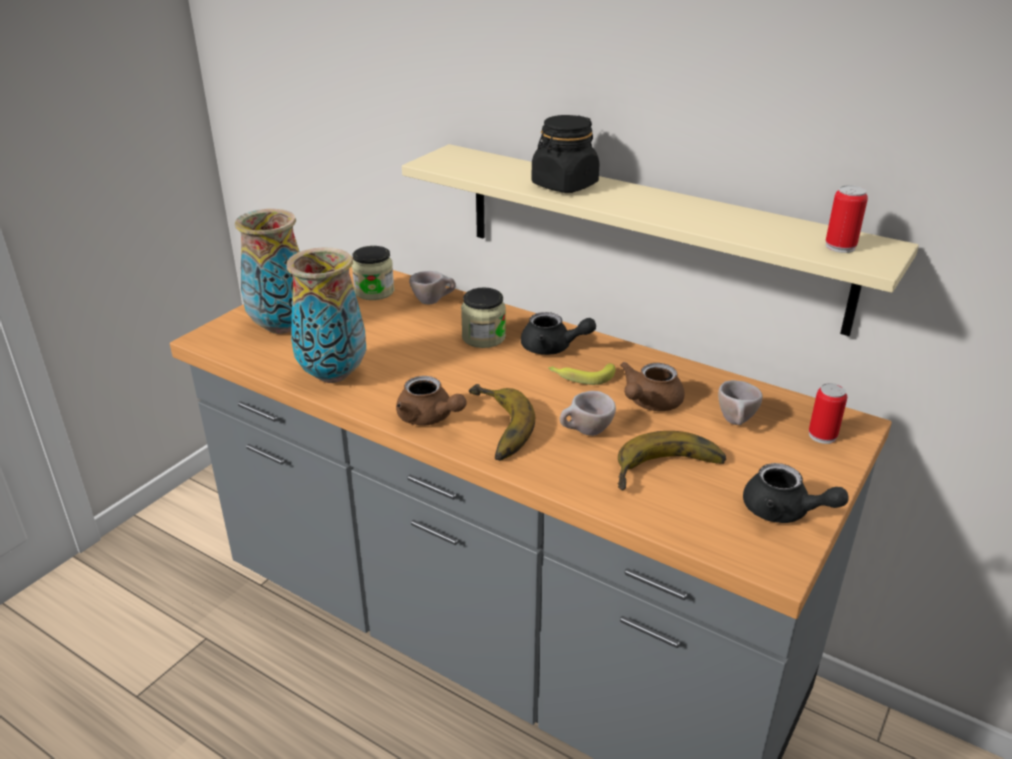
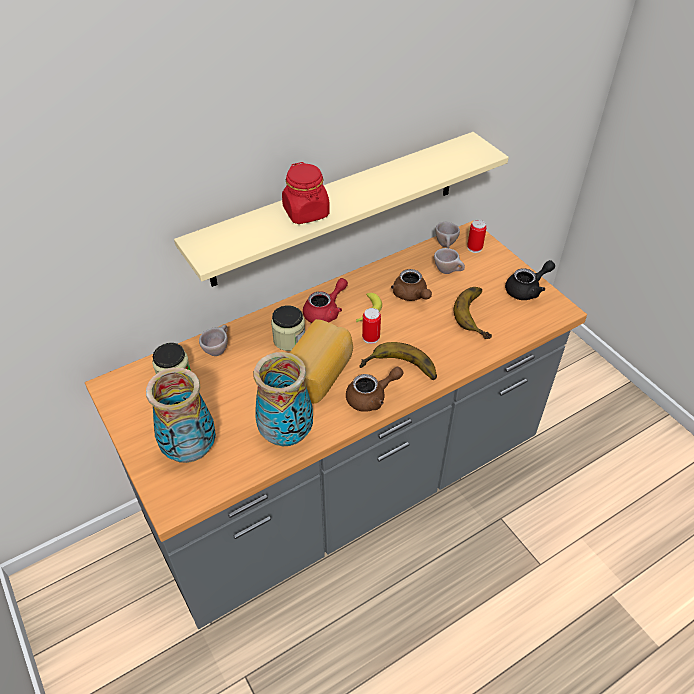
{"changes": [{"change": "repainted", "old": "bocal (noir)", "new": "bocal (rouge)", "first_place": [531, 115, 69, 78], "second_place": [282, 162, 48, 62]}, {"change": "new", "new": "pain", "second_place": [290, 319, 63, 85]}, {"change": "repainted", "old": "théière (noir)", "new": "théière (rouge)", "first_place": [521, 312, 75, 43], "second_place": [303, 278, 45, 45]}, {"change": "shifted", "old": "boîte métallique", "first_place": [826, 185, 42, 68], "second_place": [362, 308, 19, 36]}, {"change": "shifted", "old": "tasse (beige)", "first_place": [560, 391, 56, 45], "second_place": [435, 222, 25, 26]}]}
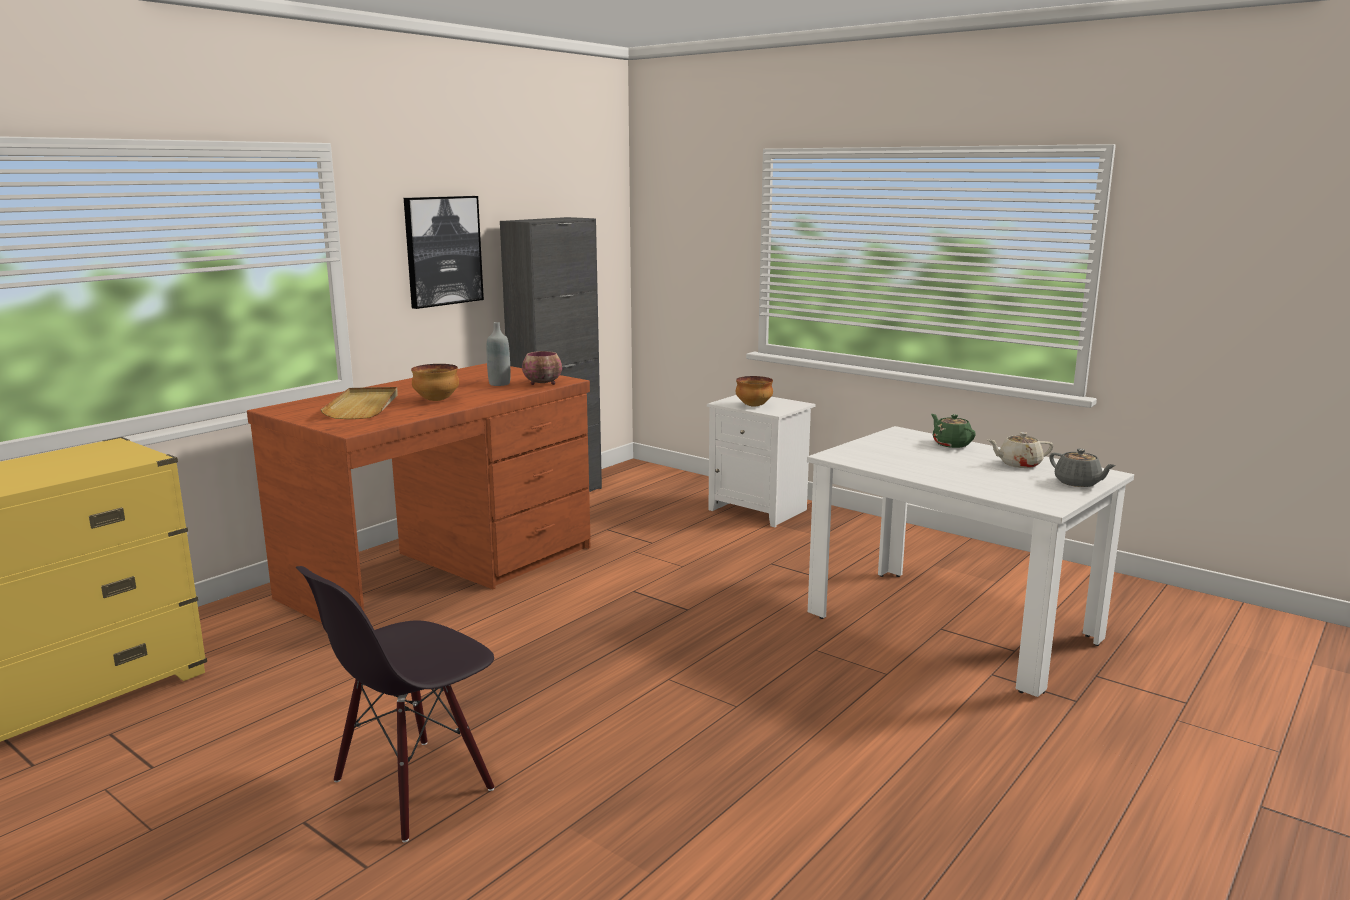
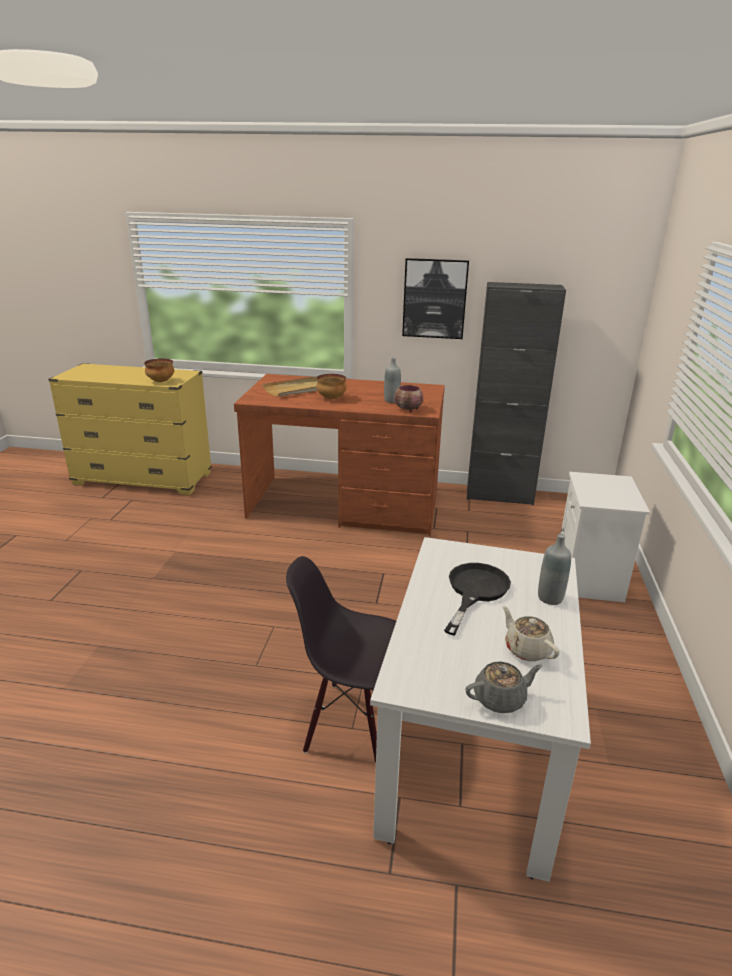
{"changes": [{"change": "shifted", "old": "bol", "first_place": [736, 376, 37, 31], "second_place": [144, 358, 30, 24]}, {"change": "shifted", "old": "chaise (noir)", "first_place": [296, 566, 198, 276], "second_place": [286, 556, 110, 207]}, {"change": "new", "new": "poêle (noir)", "second_place": [444, 563, 67, 73]}, {"change": "rotated", "old": "théière (gris)", "first_place": [1049, 449, 67, 38], "second_place": [465, 661, 77, 52], "degrees": -135}, {"change": "swapped", "old": "théière (vert)", "new": "bouteille (gris)", "first_place": [931, 414, 45, 34], "second_place": [538, 534, 33, 71]}]}
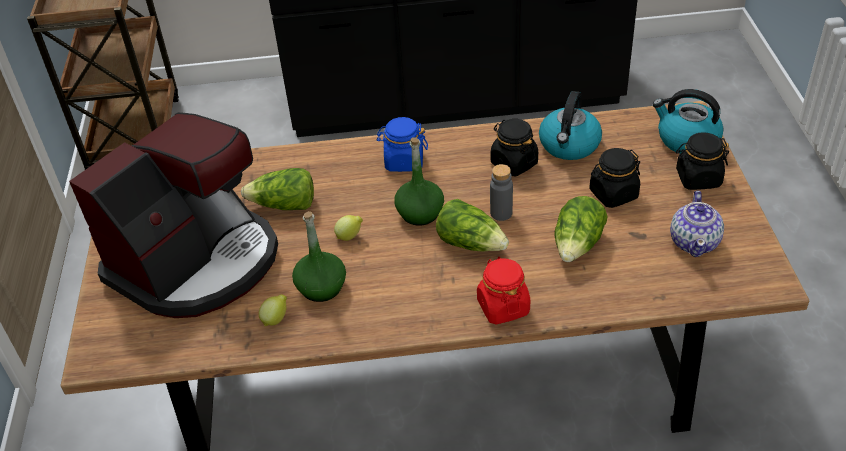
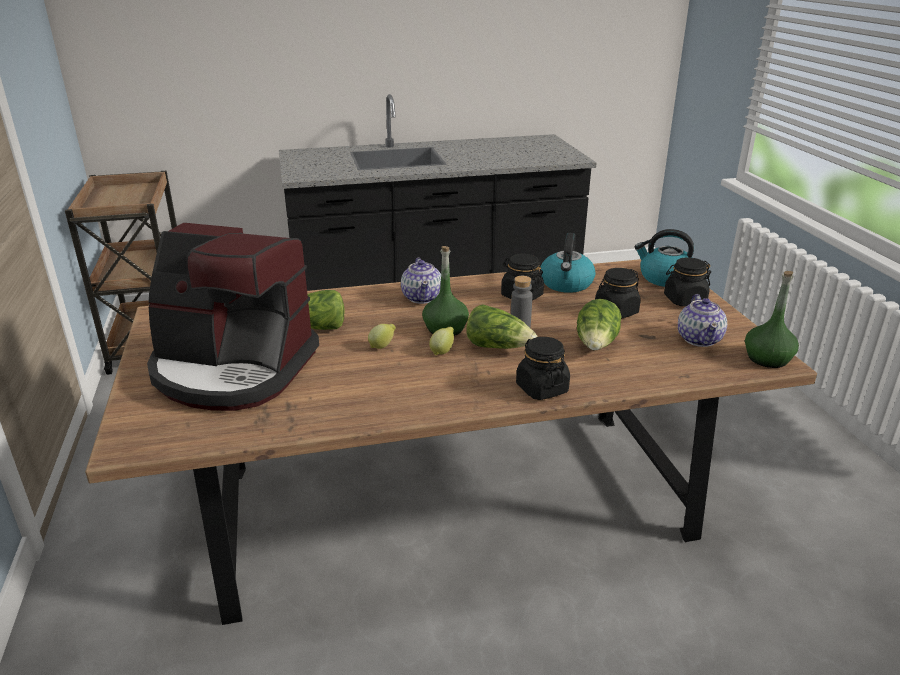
{"changes": [{"change": "rotated", "old": "machine à café", "first_place": [69, 112, 209, 206], "second_place": [147, 223, 172, 188], "degrees": 75}, {"change": "swapped", "old": "bocal (bleu)", "new": "théière", "first_place": [376, 117, 52, 55], "second_place": [401, 258, 40, 46]}, {"change": "shifted", "old": "citron", "first_place": [259, 294, 28, 32], "second_place": [429, 327, 25, 28]}, {"change": "repainted", "old": "bocal (rouge)", "new": "bocal (noir)", "first_place": [477, 257, 53, 68], "second_place": [516, 337, 54, 63]}, {"change": "shifted", "old": "bouteille (vert)", "first_place": [292, 211, 54, 91], "second_place": [745, 271, 54, 97]}]}
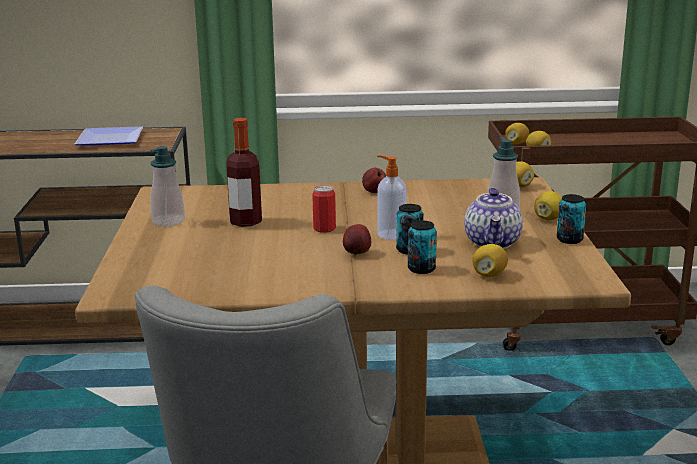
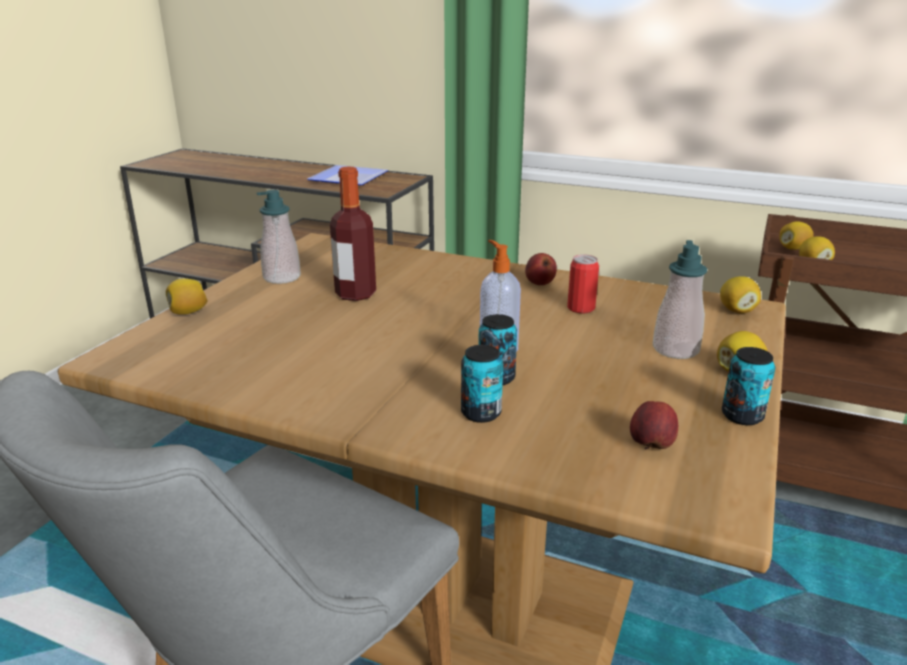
{"changes": [{"change": "shifted", "old": "citron", "first_place": [472, 244, 36, 33], "second_place": [166, 279, 42, 36]}, {"change": "shifted", "old": "boîte métallique", "first_place": [312, 185, 24, 48], "second_place": [567, 254, 32, 60]}, {"change": "shifted", "old": "pomme", "first_place": [343, 224, 28, 31], "second_place": [630, 401, 48, 48]}, {"change": "gone", "old": "théière", "first_place": [464, 188, 59, 61]}]}
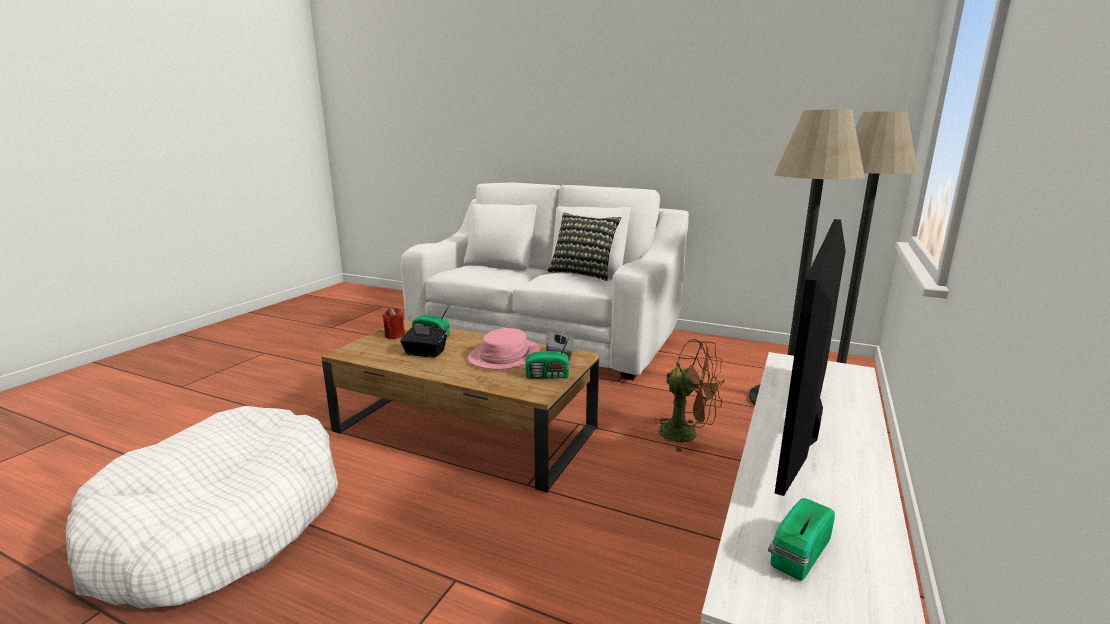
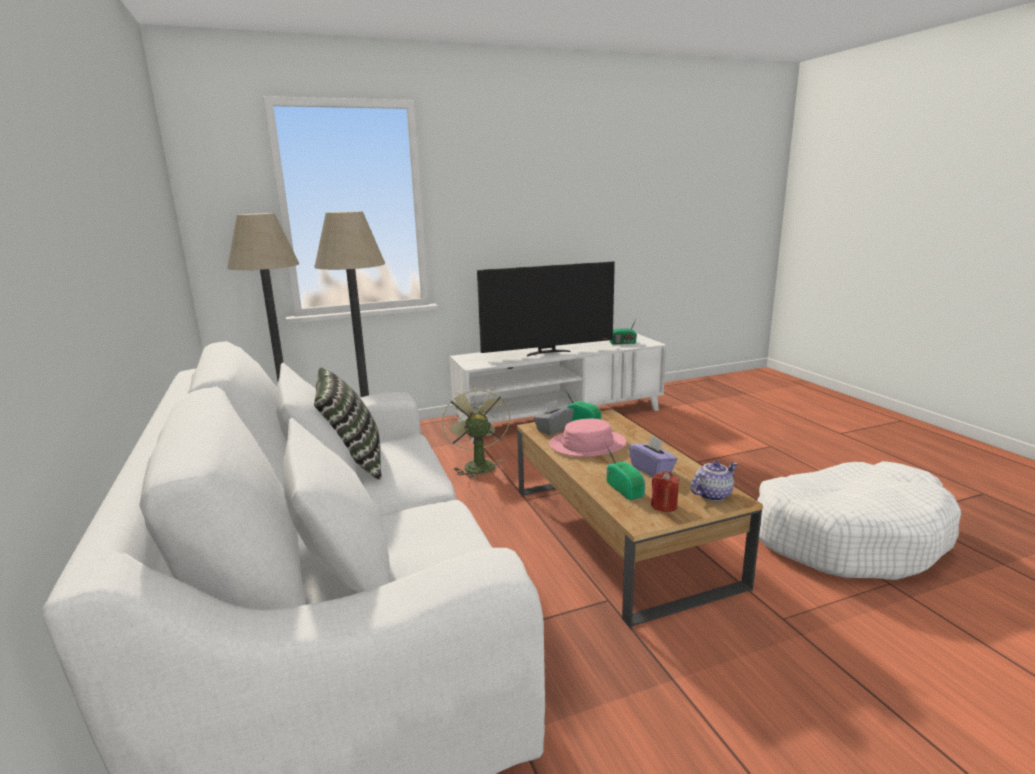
{"changes": [{"change": "repainted", "old": "ventilateur (marron)", "new": "ventilateur (vert)", "first_place": [654, 339, 70, 113], "second_place": [442, 385, 68, 94]}, {"change": "repainted", "old": "boîte à mouchoirs (noir)", "new": "boîte à mouchoirs (violet)", "first_place": [400, 324, 47, 34], "second_place": [629, 435, 48, 42]}, {"change": "new", "new": "théière", "second_place": [690, 461, 47, 40]}]}
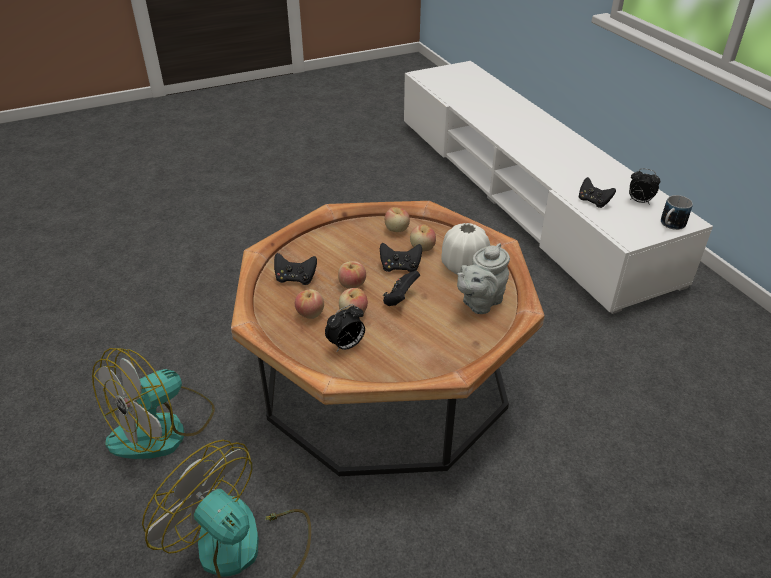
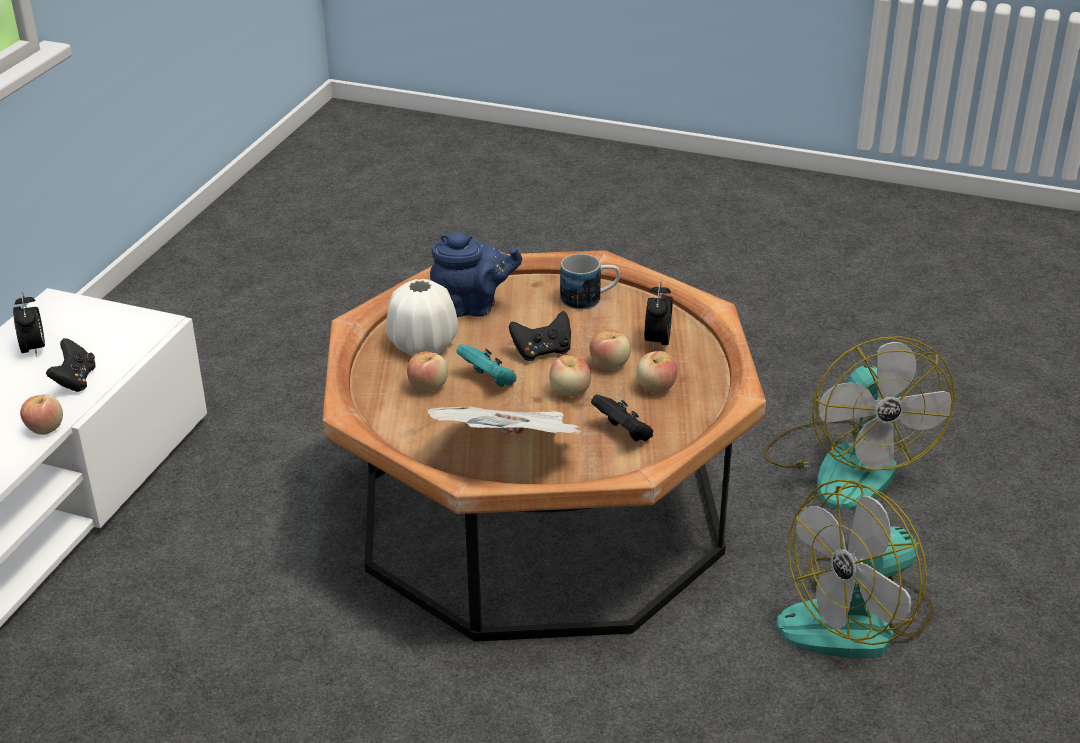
{"changes": [{"change": "shifted", "old": "pomme", "first_place": [385, 207, 25, 25], "second_place": [20, 394, 43, 41]}, {"change": "new", "new": "journal", "second_place": [427, 406, 156, 29]}, {"change": "repainted", "old": "théière (gris)", "new": "théière (bleu)", "first_place": [457, 243, 53, 71], "second_place": [430, 232, 92, 85]}, {"change": "repainted", "old": "manette (noir)", "new": "manette (turquoise)", "first_place": [380, 243, 42, 29], "second_place": [456, 344, 61, 43]}, {"change": "shifted", "old": "mug", "first_place": [661, 195, 32, 35], "second_place": [560, 254, 60, 56]}, {"change": "rotated", "old": "réveil", "first_place": [325, 304, 40, 47], "second_place": [645, 281, 28, 71], "degrees": -90}, {"change": "rotated", "old": "ventilateur", "first_place": [92, 348, 123, 111], "second_place": [776, 479, 158, 179], "degrees": 150}]}
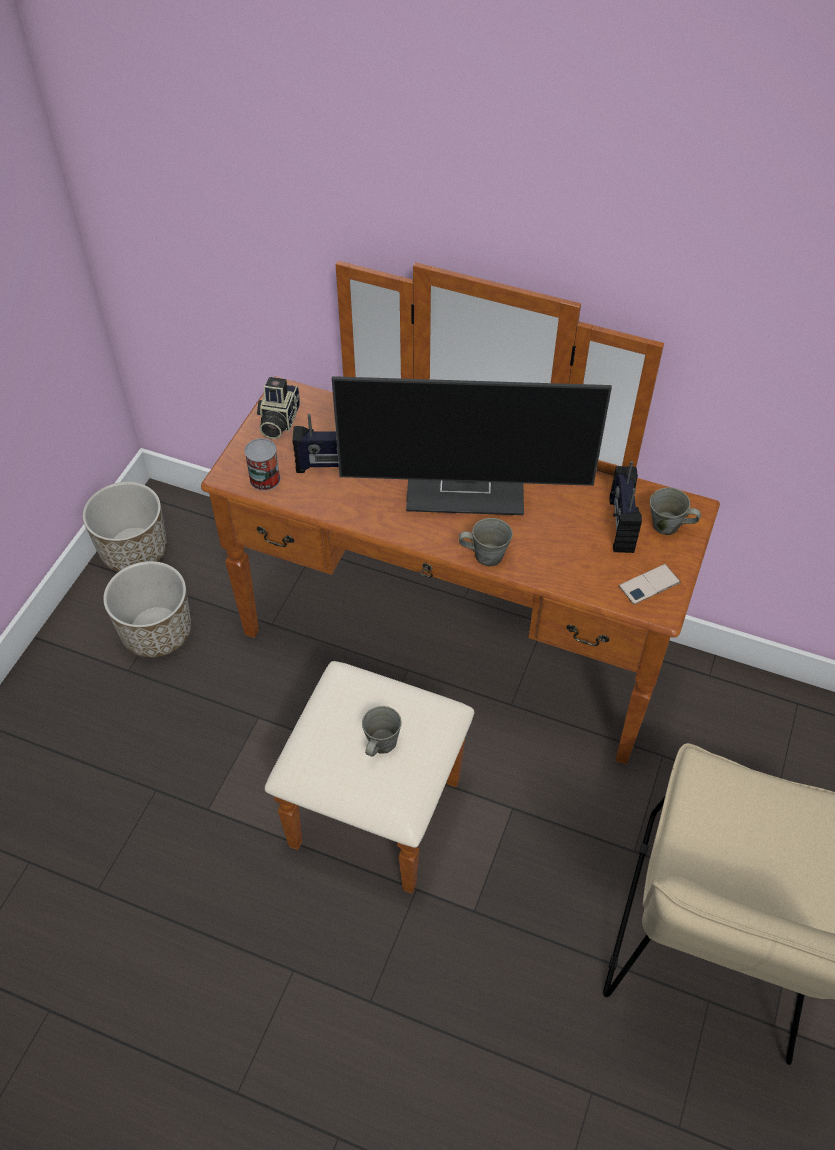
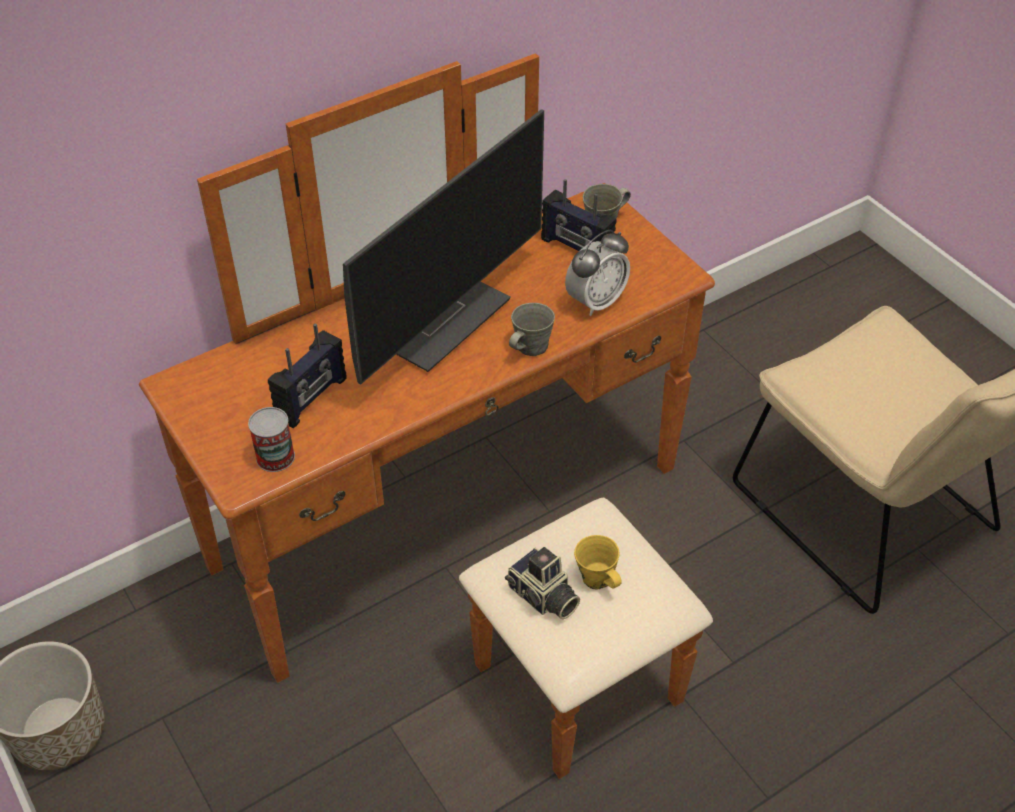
{"changes": [{"change": "shifted", "old": "appareil photo", "first_place": [257, 377, 43, 62], "second_place": [505, 547, 75, 72]}, {"change": "new", "new": "réveil", "second_place": [565, 230, 65, 86]}, {"change": "repainted", "old": "mug (gris)", "new": "mug (jaune)", "first_place": [362, 706, 40, 51], "second_place": [574, 535, 48, 54]}, {"change": "gone", "old": "cache-pot", "first_place": [103, 561, 89, 96]}, {"change": "gone", "old": "téléphone", "first_place": [619, 564, 62, 41]}]}
